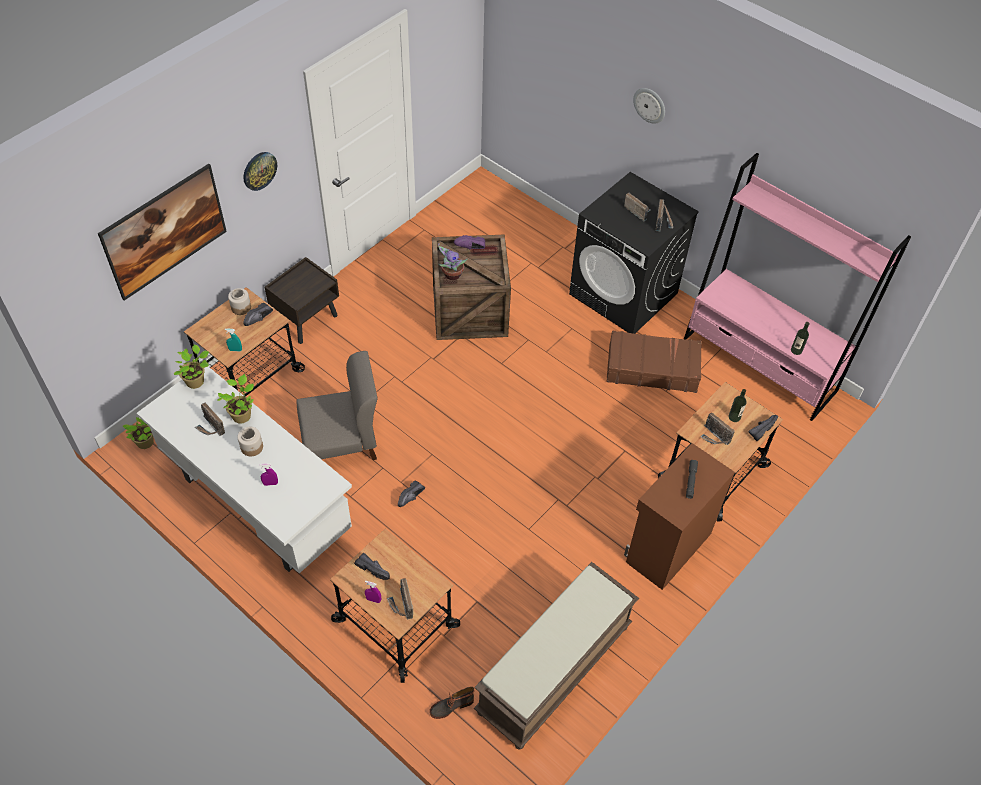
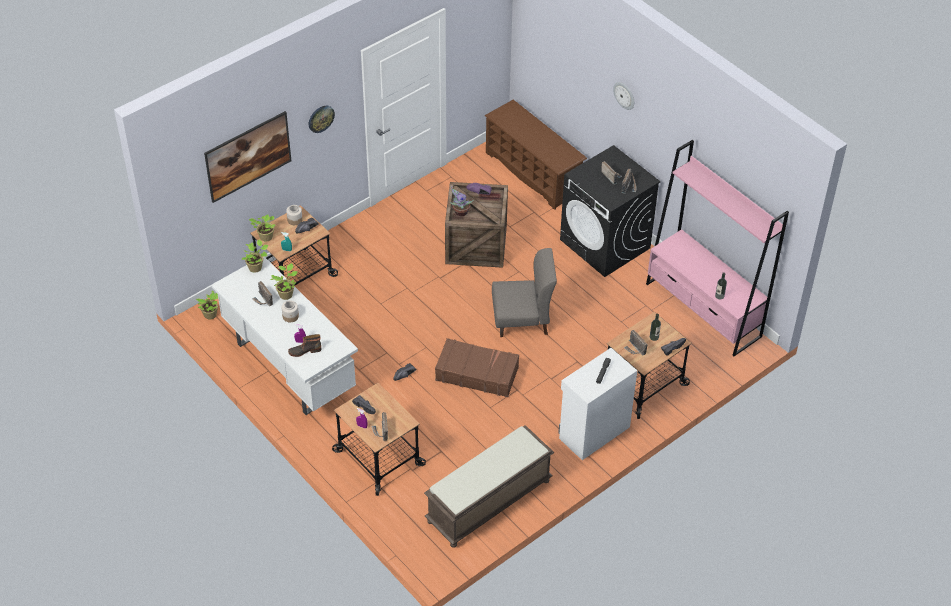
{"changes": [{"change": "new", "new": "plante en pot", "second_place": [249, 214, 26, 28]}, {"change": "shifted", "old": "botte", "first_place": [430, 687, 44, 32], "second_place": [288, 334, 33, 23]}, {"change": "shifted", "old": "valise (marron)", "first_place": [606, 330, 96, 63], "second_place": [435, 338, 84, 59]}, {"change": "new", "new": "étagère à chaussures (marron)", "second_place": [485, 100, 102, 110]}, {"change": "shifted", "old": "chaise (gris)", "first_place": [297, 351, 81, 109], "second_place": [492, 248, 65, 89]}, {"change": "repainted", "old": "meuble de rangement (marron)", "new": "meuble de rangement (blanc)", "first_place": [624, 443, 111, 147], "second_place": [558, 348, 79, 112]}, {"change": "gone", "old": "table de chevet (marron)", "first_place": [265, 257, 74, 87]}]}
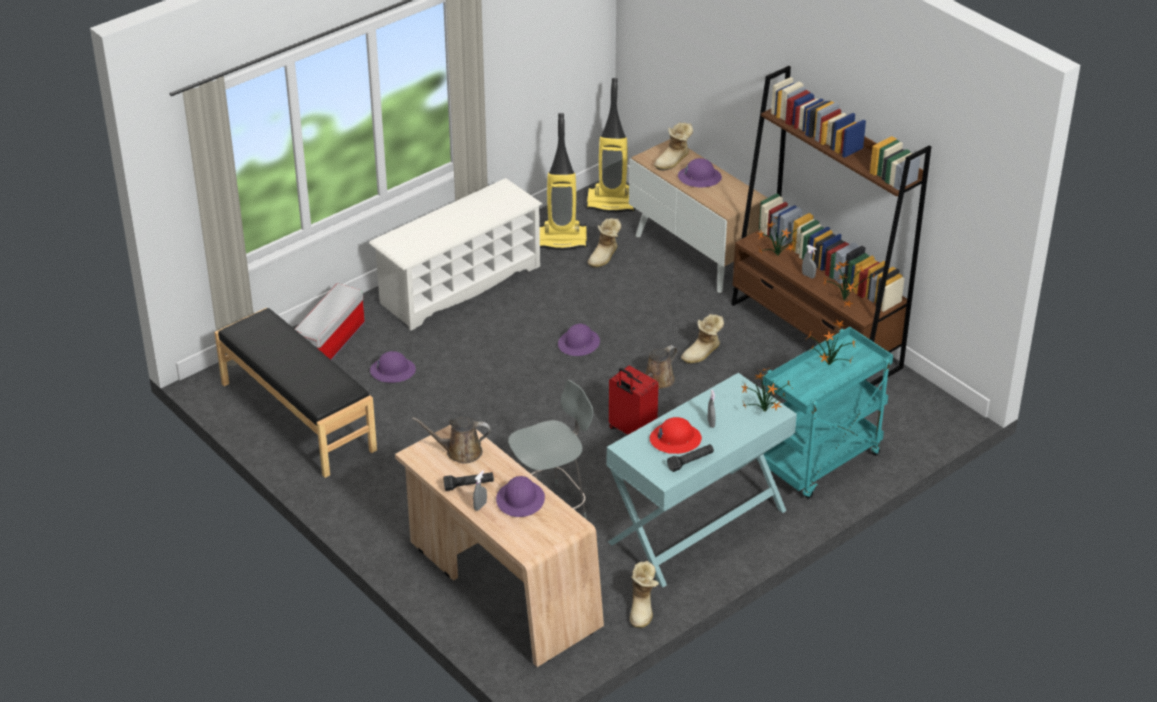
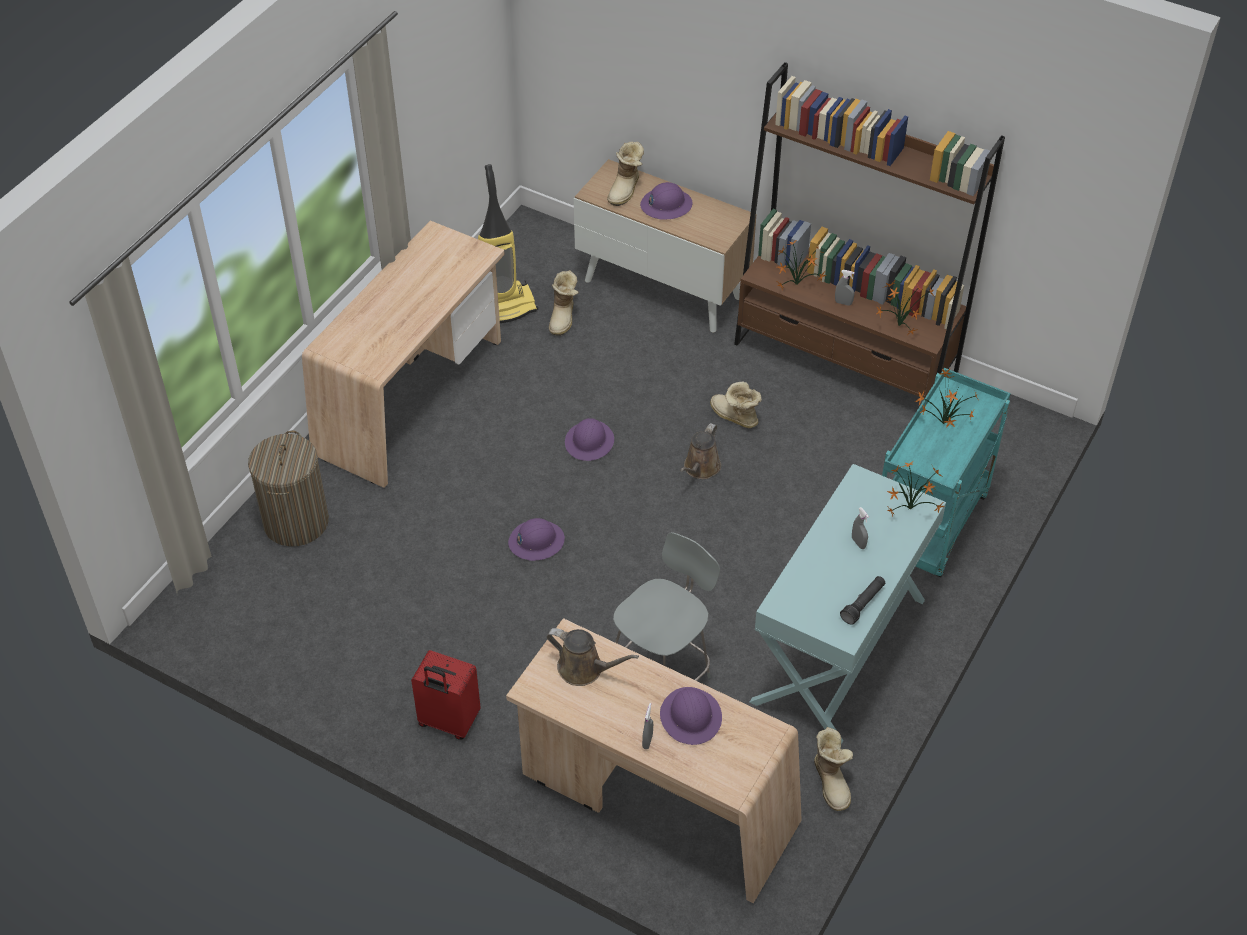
{"changes": [{"change": "swapped", "old": "boîte de rangement", "new": "panier à linge", "first_place": [295, 283, 70, 77], "second_place": [248, 430, 81, 116]}, {"change": "swapped", "old": "étagère à chaussures (blanc)", "new": "bureau (beige)", "first_place": [369, 178, 173, 153], "second_place": [302, 220, 203, 268]}, {"change": "shifted", "old": "valise (rouge)", "first_place": [609, 366, 49, 69], "second_place": [411, 650, 70, 90]}, {"change": "shifted", "old": "casque de chantier (violet)", "first_place": [370, 351, 46, 32], "second_place": [508, 518, 57, 43]}, {"change": "rotated", "old": "arrosoir (marron)", "first_place": [412, 417, 79, 47], "second_place": [547, 628, 92, 58], "degrees": -135}, {"change": "rotated", "old": "botte", "first_place": [681, 314, 43, 50], "second_place": [710, 381, 52, 48], "degrees": 105}, {"change": "gone", "old": "banc (noir)", "first_place": [214, 308, 163, 170]}, {"change": "gone", "old": "lampe de poche (noir)", "first_place": [443, 472, 51, 19]}, {"change": "gone", "old": "aspirateur", "first_place": [586, 78, 49, 135]}, {"change": "gone", "old": "casque de chantier (rouge)", "first_place": [650, 417, 52, 37]}]}
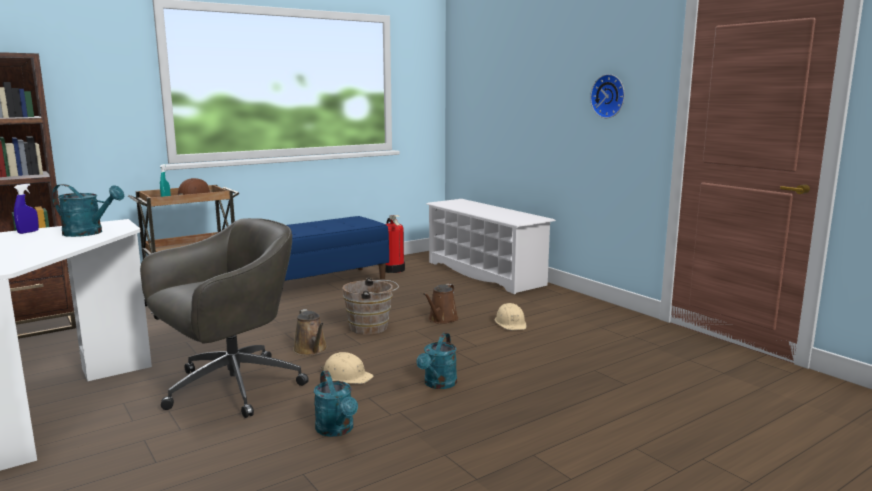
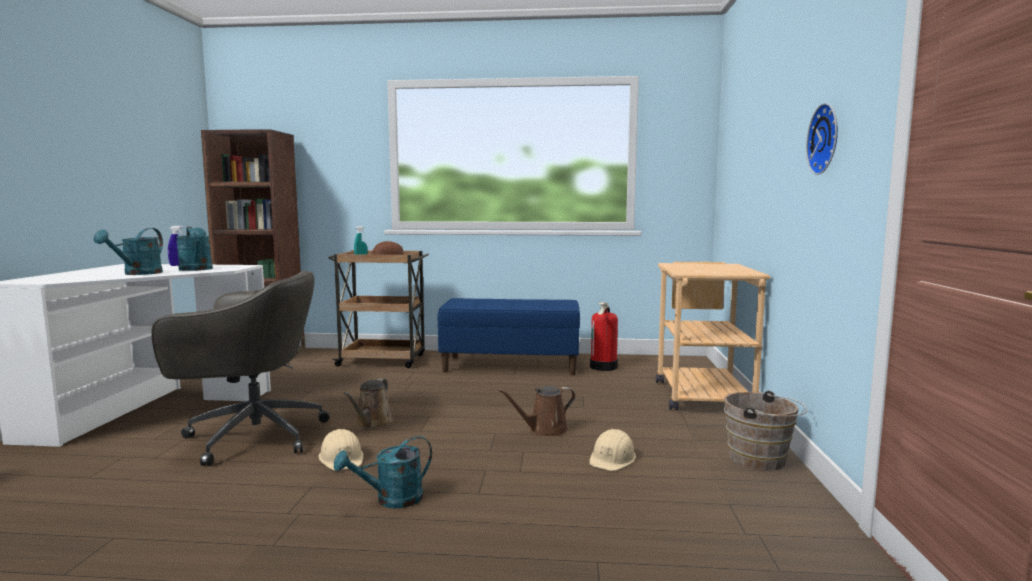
{"changes": [{"change": "shifted", "old": "arrosoir (turquoise)", "first_place": [314, 370, 44, 67], "second_place": [94, 228, 69, 47]}, {"change": "swapped", "old": "étagère à chaussures (blanc)", "new": "chariot (beige)", "first_place": [426, 199, 130, 95], "second_place": [656, 262, 114, 148]}, {"change": "shifted", "old": "seau (marron)", "first_place": [342, 277, 57, 57], "second_place": [724, 391, 83, 80]}]}
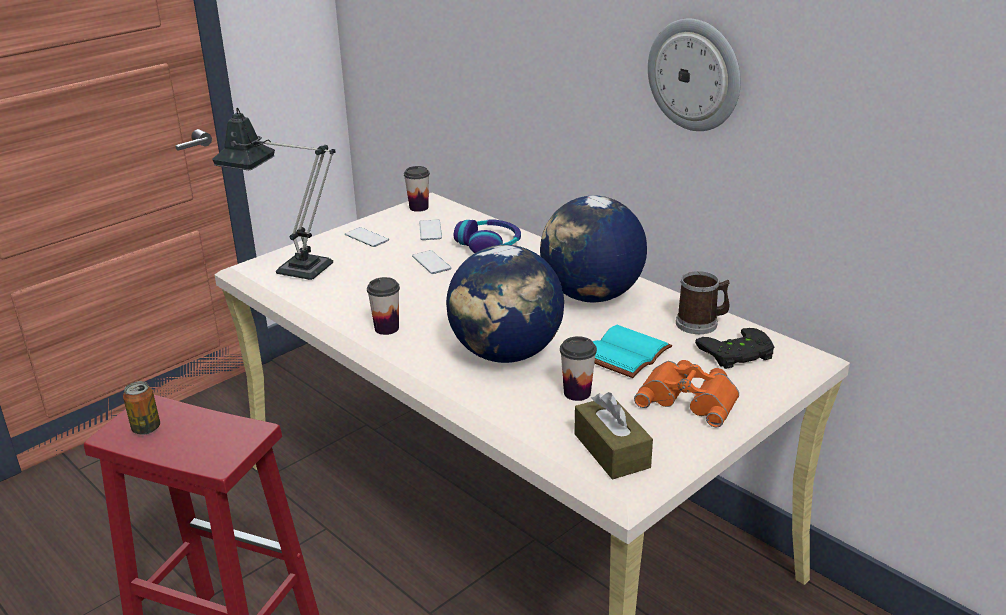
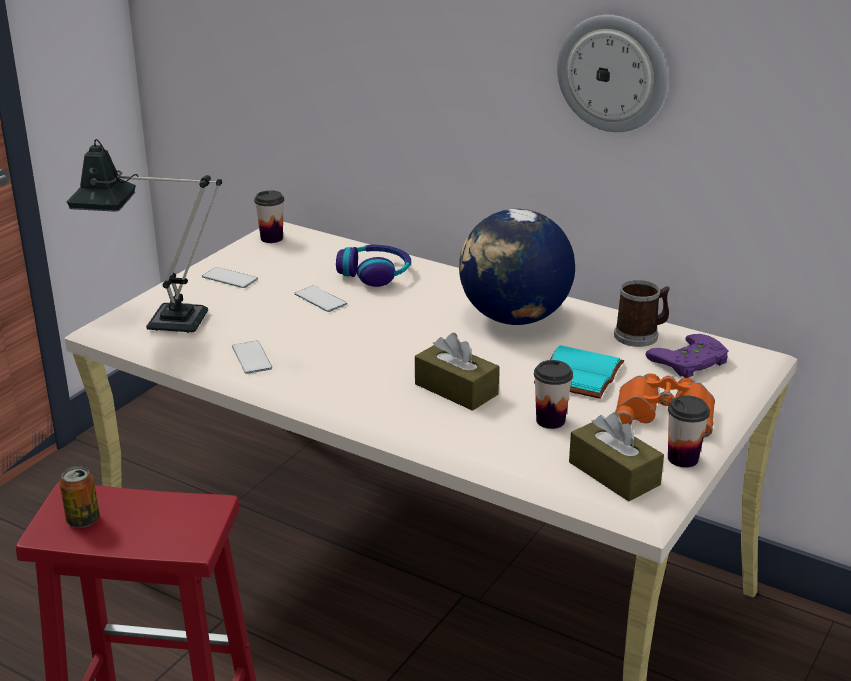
{"changes": [{"change": "shifted", "old": "téléphone", "first_place": [419, 220, 23, 20], "second_place": [232, 341, 40, 33]}, {"change": "swapped", "old": "globe", "new": "boîte à mouchoirs (marron)", "first_place": [446, 245, 118, 118], "second_place": [415, 333, 84, 78]}, {"change": "repainted", "old": "manette (noir)", "new": "manette (violet)", "first_place": [695, 328, 79, 41], "second_place": [646, 334, 83, 44]}, {"change": "shifted", "old": "tasse", "first_place": [367, 277, 33, 58], "second_place": [668, 395, 42, 73]}]}
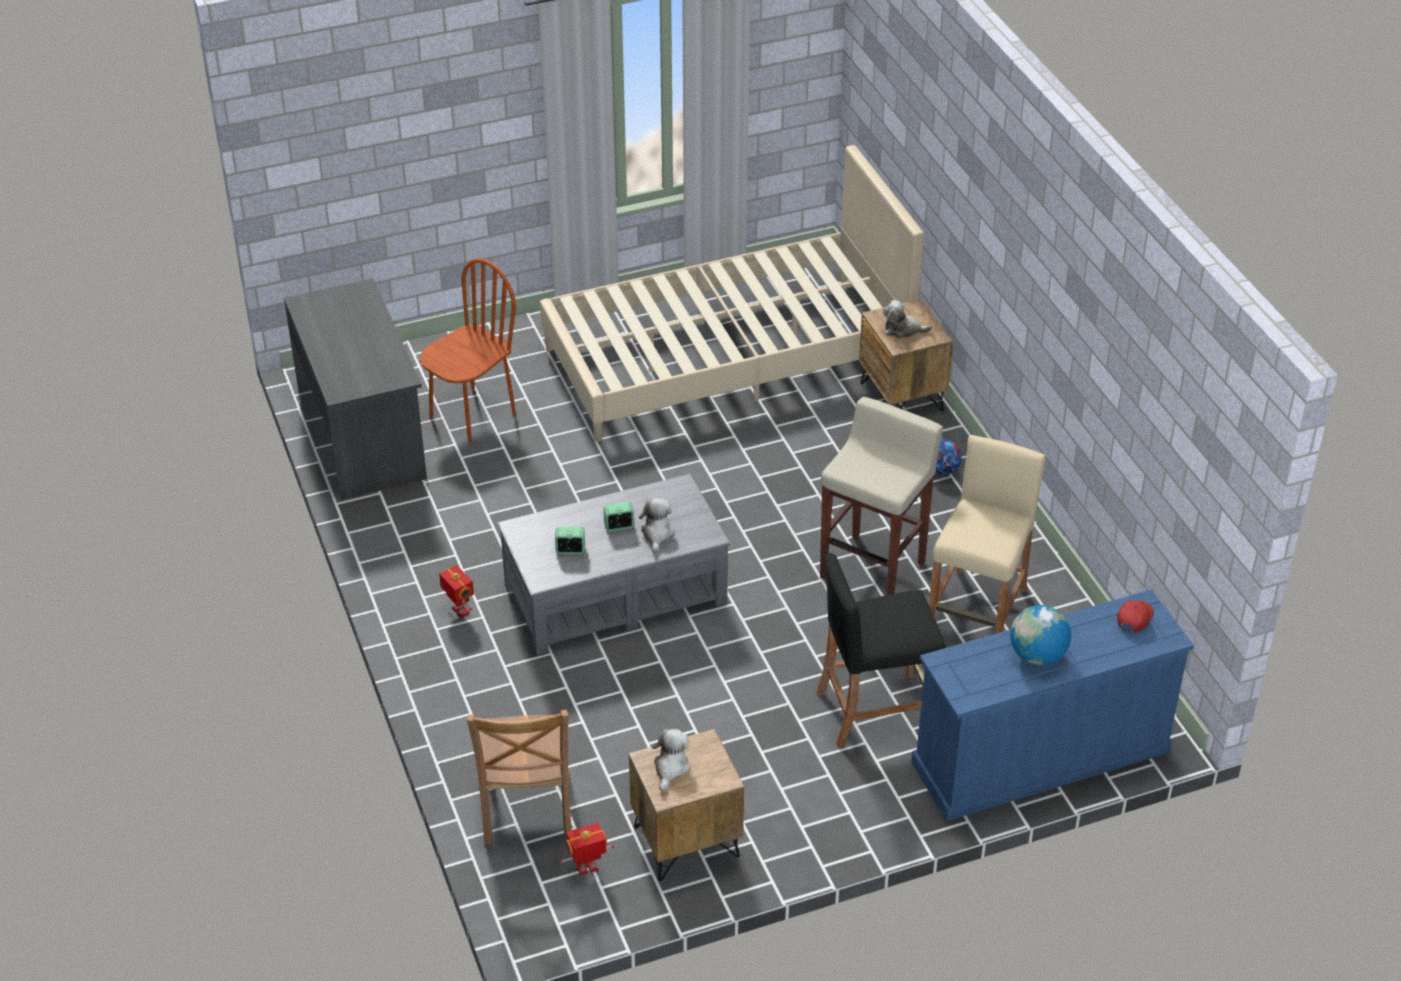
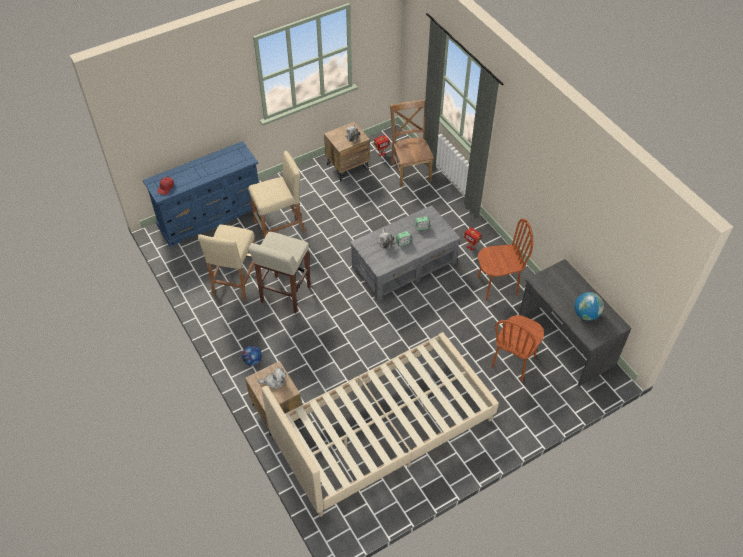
{"changes": [{"change": "repainted", "old": "tabouret (noir)", "new": "tabouret (beige)", "first_place": [817, 553, 129, 194], "second_place": [248, 151, 58, 87]}, {"change": "new", "new": "chaise (marron)", "second_place": [478, 219, 55, 81]}, {"change": "shifted", "old": "globe", "first_place": [1010, 605, 61, 60], "second_place": [574, 292, 30, 29]}]}
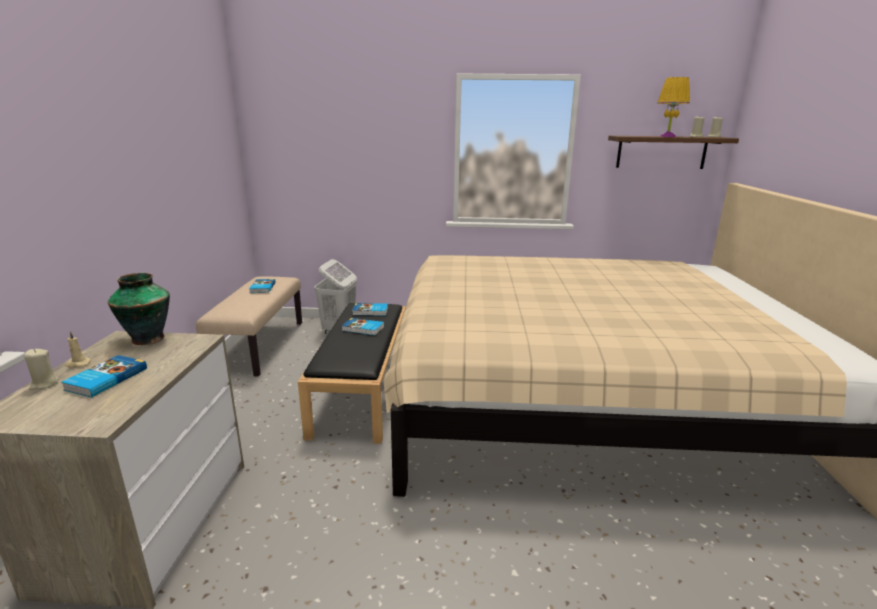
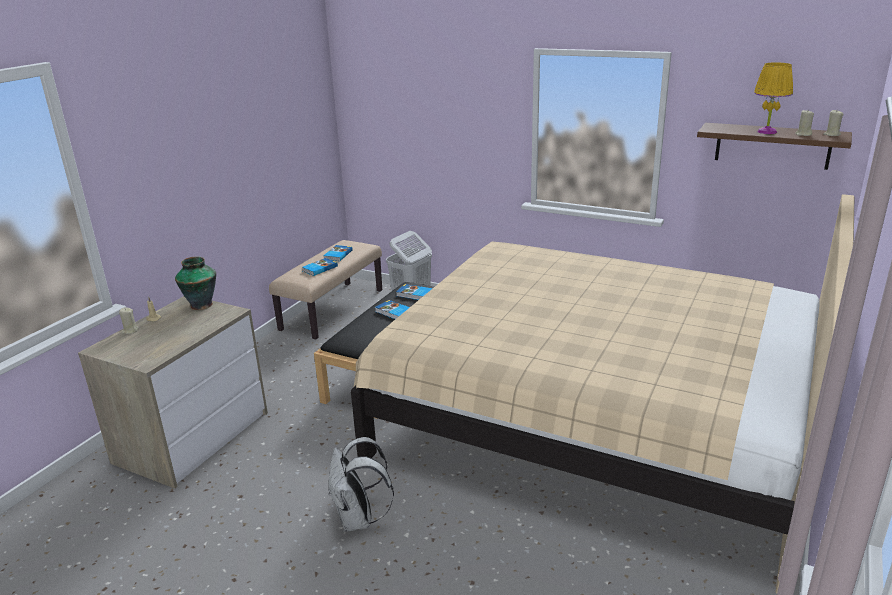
{"changes": [{"change": "shifted", "old": "livre", "first_place": [61, 355, 86, 43], "second_place": [302, 258, 36, 18]}, {"change": "new", "new": "sac à dos (blanc)", "second_place": [328, 437, 66, 94]}]}
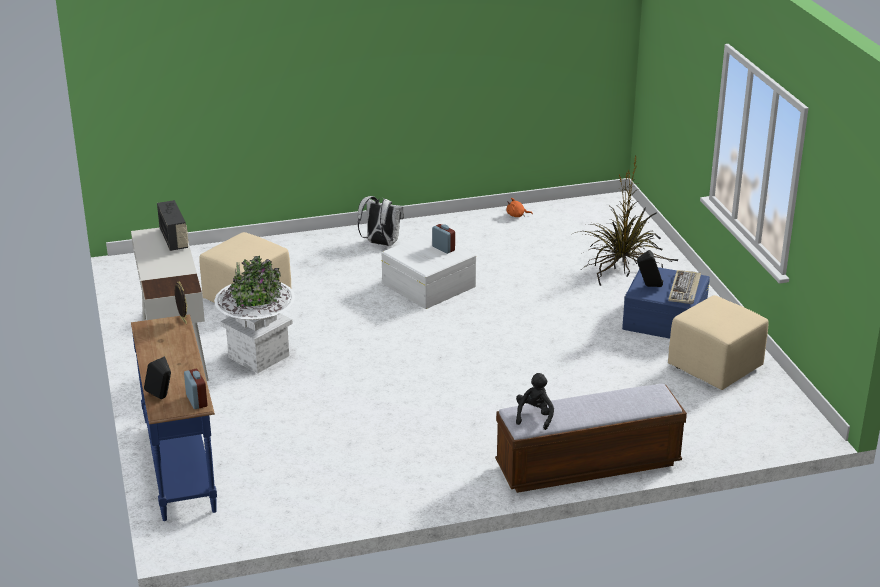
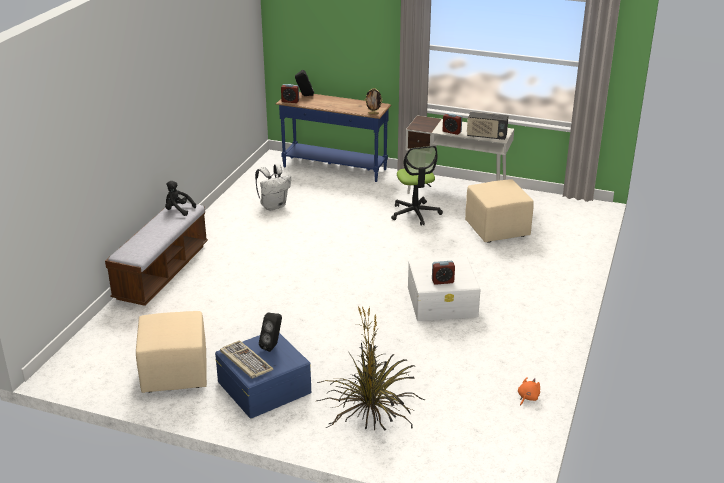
{"changes": [{"change": "rotated", "old": "peluche (noir)", "first_place": [516, 373, 38, 57], "second_place": [165, 181, 31, 35], "degrees": 150}, {"change": "shifted", "old": "sac à dos (blanc)", "first_place": [358, 196, 46, 50], "second_place": [255, 164, 36, 47]}, {"change": "swapped", "old": "cache-pot (blanc)", "new": "chaise de bureau", "first_place": [214, 256, 81, 118], "second_place": [391, 146, 52, 80]}, {"change": "new", "new": "réveil", "second_place": [442, 113, 20, 22]}]}
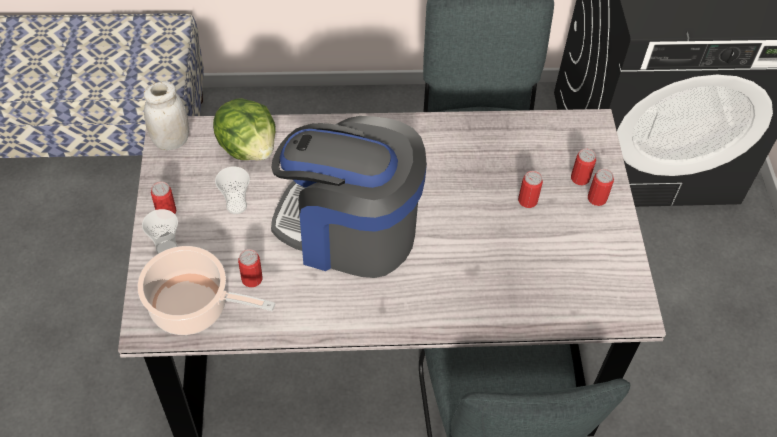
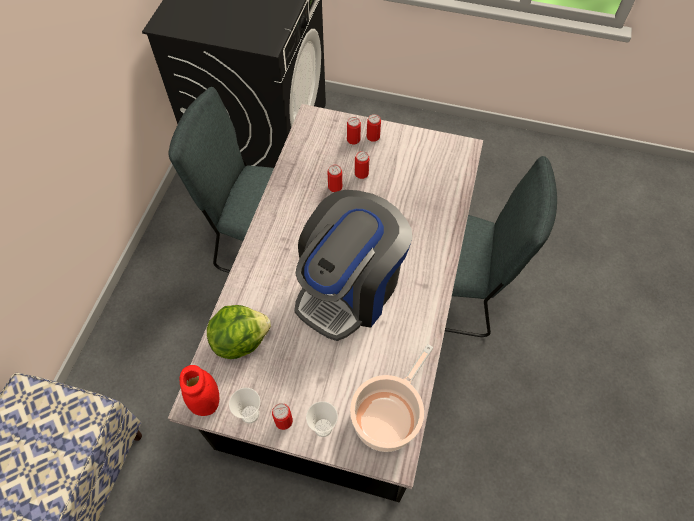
{"changes": [{"change": "repainted", "old": "bocal (blanc)", "new": "bocal (rouge)", "first_place": [144, 81, 45, 70], "second_place": [180, 365, 39, 51]}, {"change": "shifted", "old": "tasse", "first_place": [215, 167, 35, 47], "second_place": [229, 388, 31, 35]}, {"change": "shifted", "old": "boîte métallique", "first_place": [238, 249, 25, 38], "second_place": [327, 165, 15, 27]}]}
